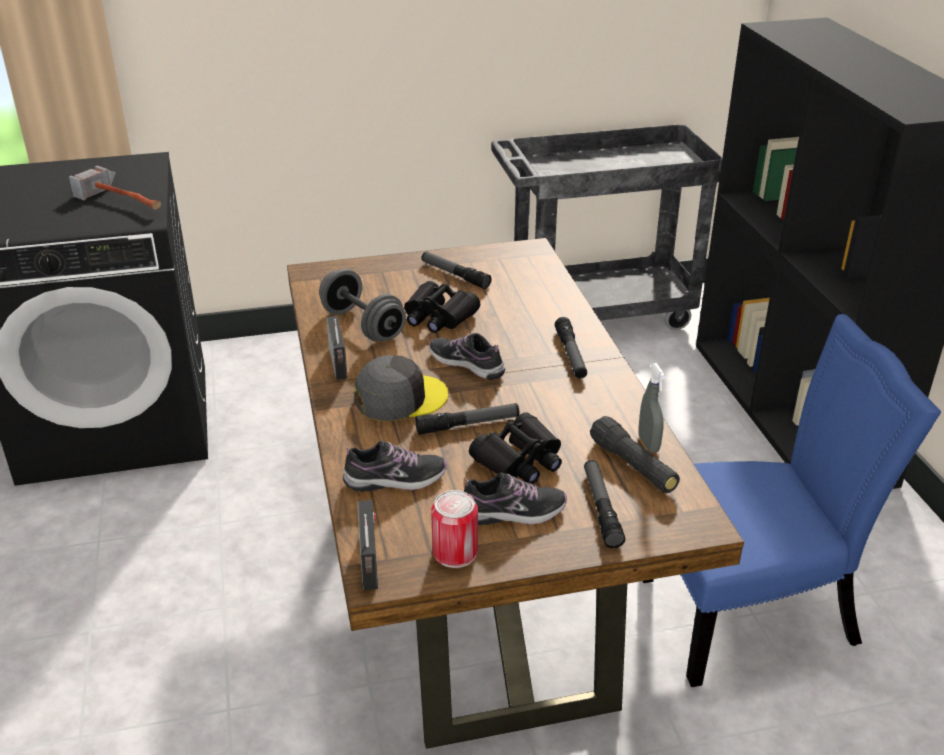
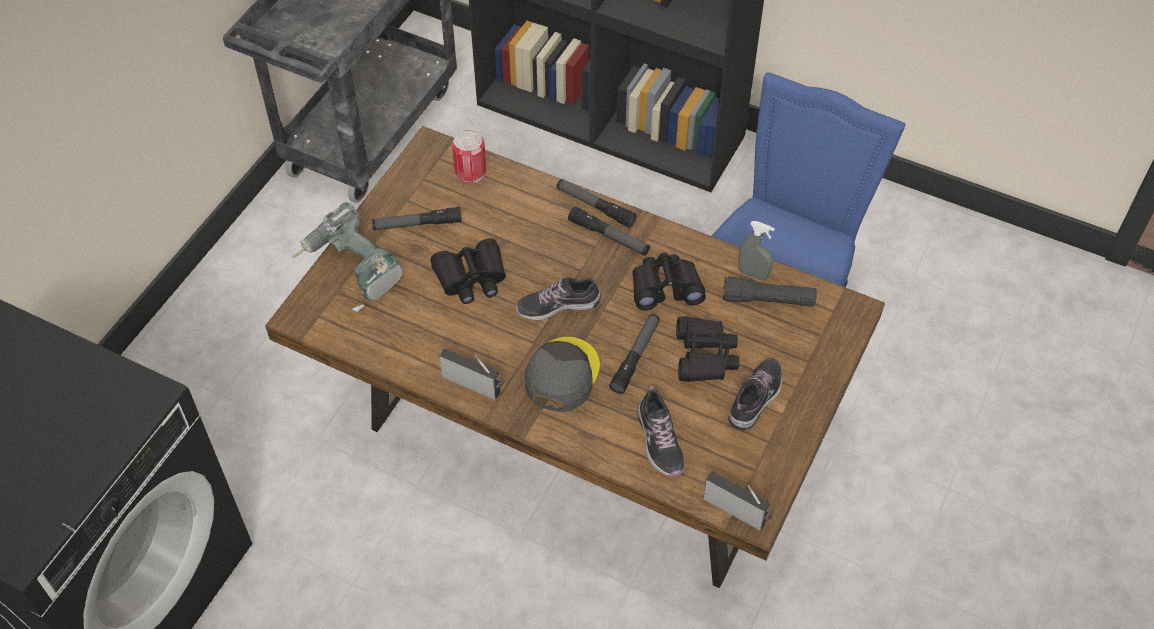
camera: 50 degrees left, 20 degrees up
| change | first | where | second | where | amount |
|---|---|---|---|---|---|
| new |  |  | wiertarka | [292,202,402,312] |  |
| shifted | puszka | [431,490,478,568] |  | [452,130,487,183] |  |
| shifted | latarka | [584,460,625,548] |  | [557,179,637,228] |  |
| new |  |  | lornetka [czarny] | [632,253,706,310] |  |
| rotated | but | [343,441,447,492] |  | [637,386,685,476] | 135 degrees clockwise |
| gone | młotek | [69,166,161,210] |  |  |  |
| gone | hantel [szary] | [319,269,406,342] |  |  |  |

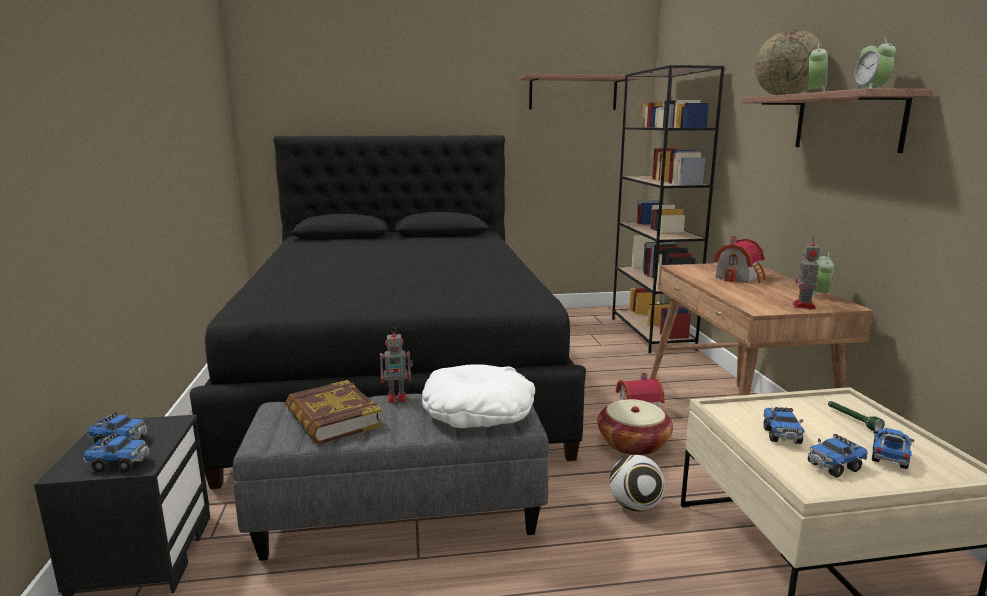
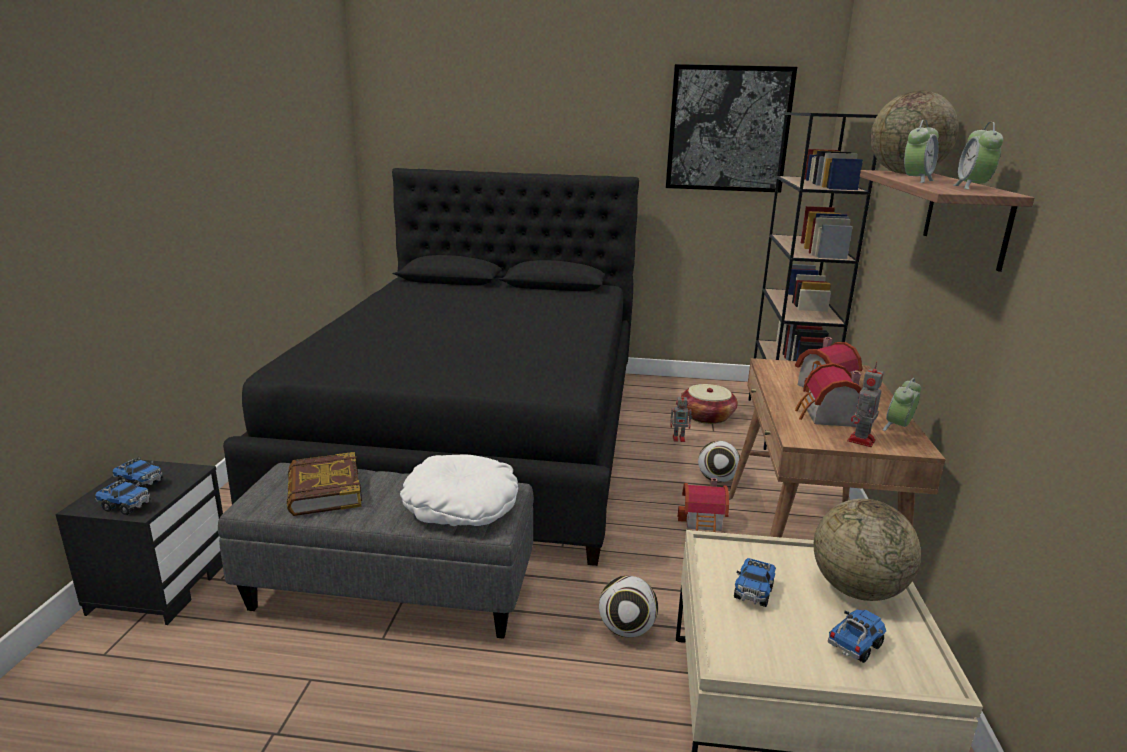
camera: 15 degrees right, 5 degrees up
| change | first | where | second | where | amount |
|---|---|---|---|---|---|
| swapped | półka | [518,74,641,110] | obraz | [666,64,797,193] |  |
| shifted | robot zabawkowy | [380,327,413,403] |  | [670,394,693,442] |  |
| shifted | koszyk | [597,399,673,456] |  | [681,384,738,424] |  |
| new |  |  | piłka futbolowa | [698,441,740,483] |  |
| new |  |  | domek | [795,363,862,427] |  |
| swapped | latarka [zielony] | [828,401,885,431] | globus | [814,499,921,601] |  |
| gone | ciężarówka zabawkowa | [808,434,868,477] |  |  |  |

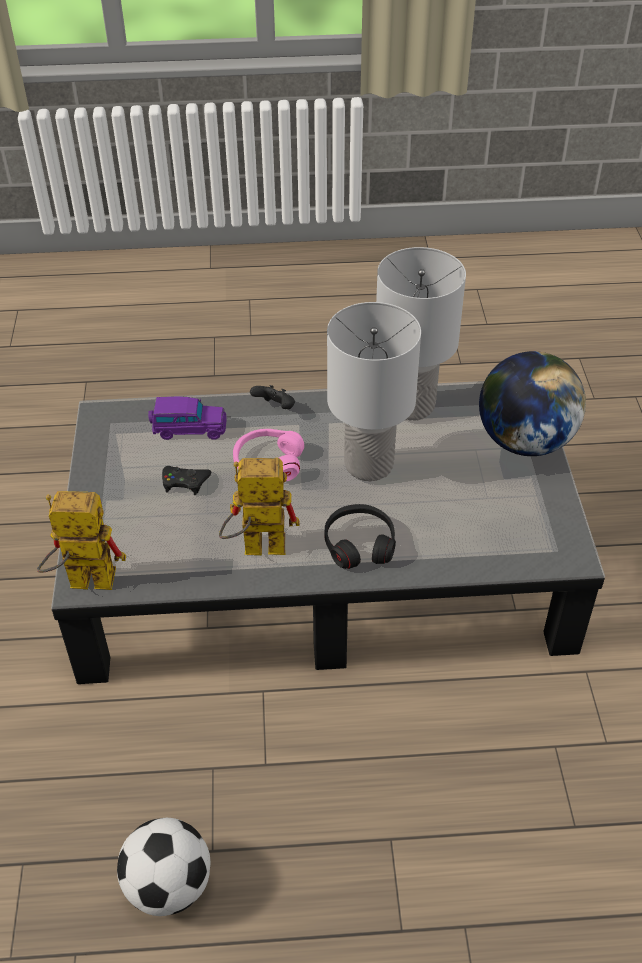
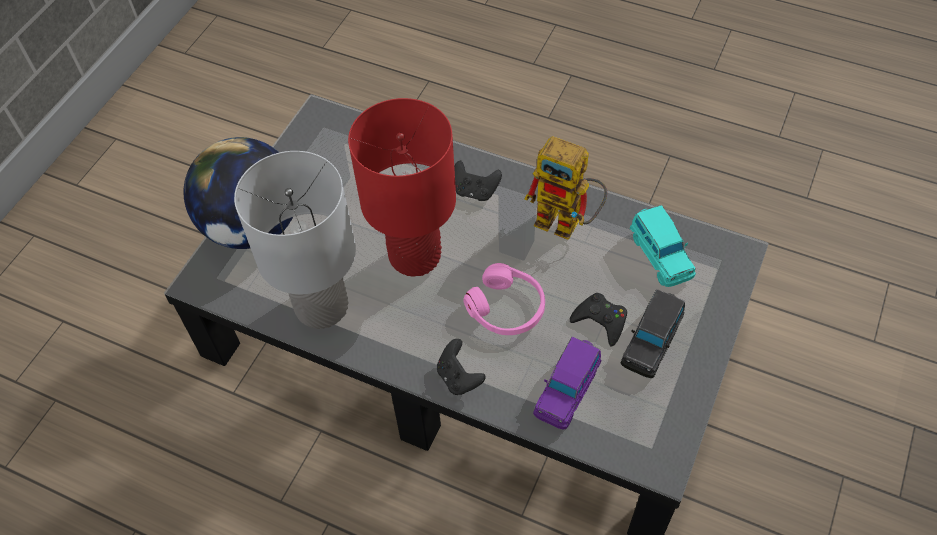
camera: 150 degrees left, 10 degrees up
| change | first | where | second | where | amount |
|---|---|---|---|---|---|
| repainted | lampa stołowa [szary] | [327,302,421,481] | lampa stołowa [czerwony] | [348,98,456,277] |  |
| swapped | słuchawki [czarny] | [325,504,396,569] | pad do gier [czarny] | [454,161,502,201] |  |
| rotated | samochodzik [fioletowy] | [148,396,227,440] |  | [533,337,601,429] | 90 degrees counterclockwise |
| new |  |  | samochodzik [czarny] | [621,289,685,378] |  |
| new |  |  | samochodzik [turkusowy] | [630,205,696,287] |  |
| gone | robot zabawkowy | [37,491,126,590] |  |  |  |
| gone | piłka futbolowa | [117,818,210,916] |  |  |  |

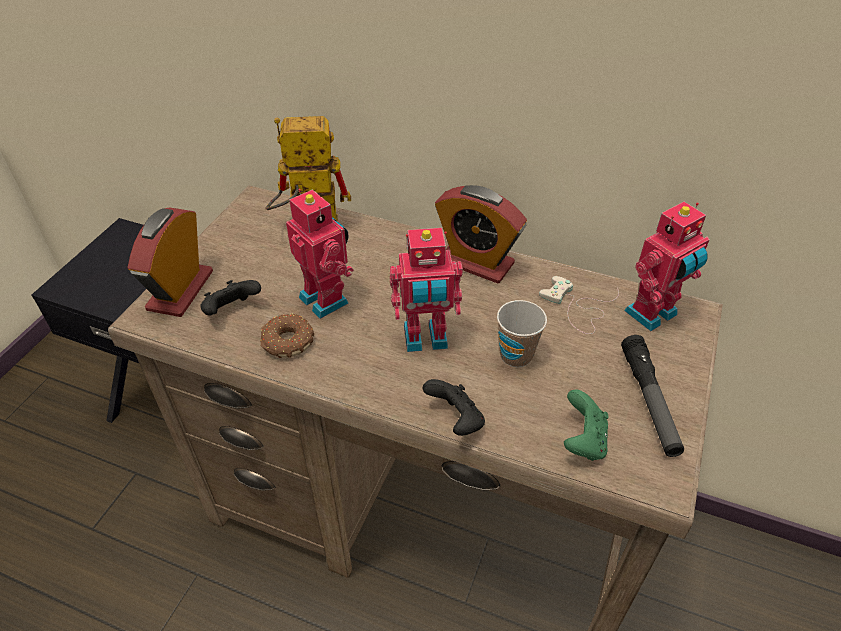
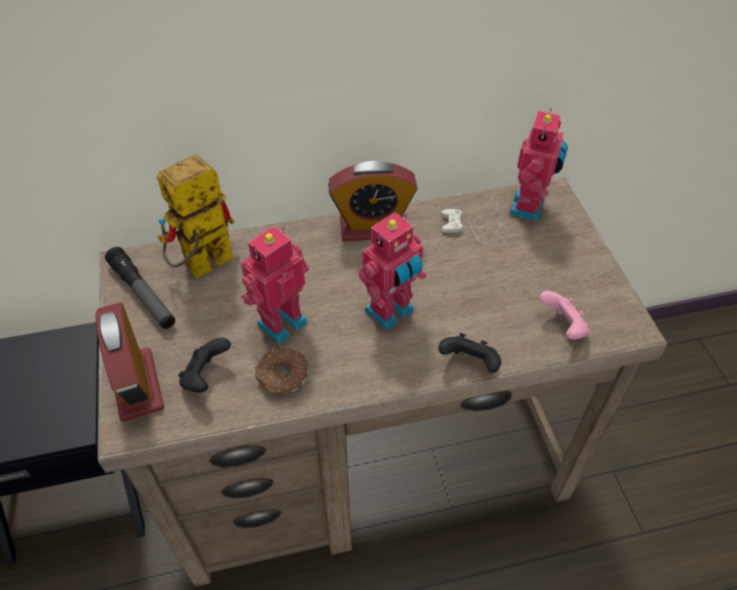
camera: 35 degrees left, 5 degrees up
| change | first | where | second | where | amount |
|---|---|---|---|---|---|
| shifted | latarka | [621,335,684,457] |  | [105,247,175,329] |  |
| rotated | robot zabawkowy | [286,189,354,319] |  | [240,226,309,344] | 60 degrees counterclockwise |
| repainted | pad do gier [zielony] | [564,389,609,461] | pad do gier [różowy] | [539,291,590,339] |  |
| gone | filiżanka | [497,300,547,367] |  |  |  |

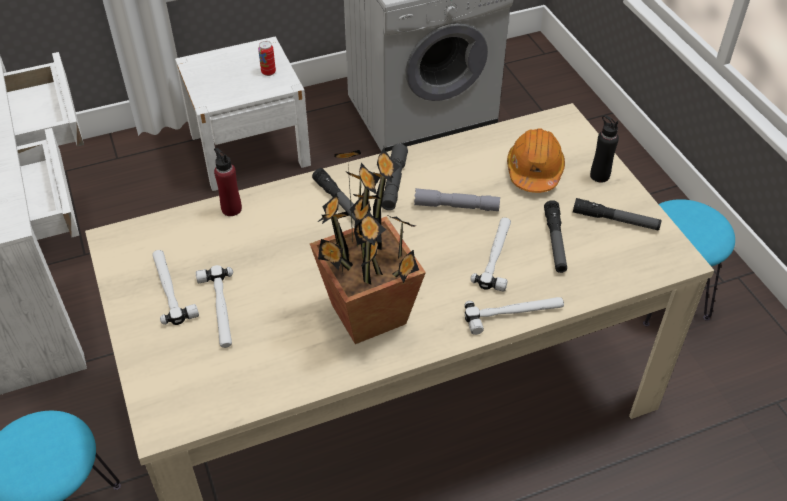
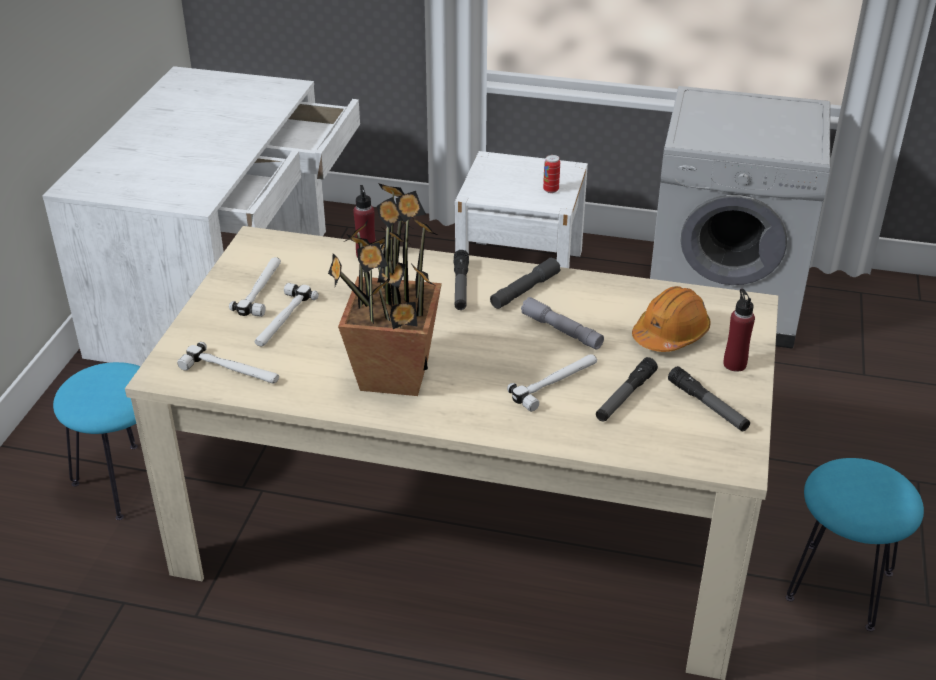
camera: 35 degrees right, 10 degrees down
| change | first | where | second | where | amount |
|---|---|---|---|---|---|
| shifted | młotek | [464,297,564,335] |  | [177,342,279,383] |  |
| repainted | butelka [czarny] | [590,115,619,183] | butelka [czerwony] | [723,289,755,372] |  |

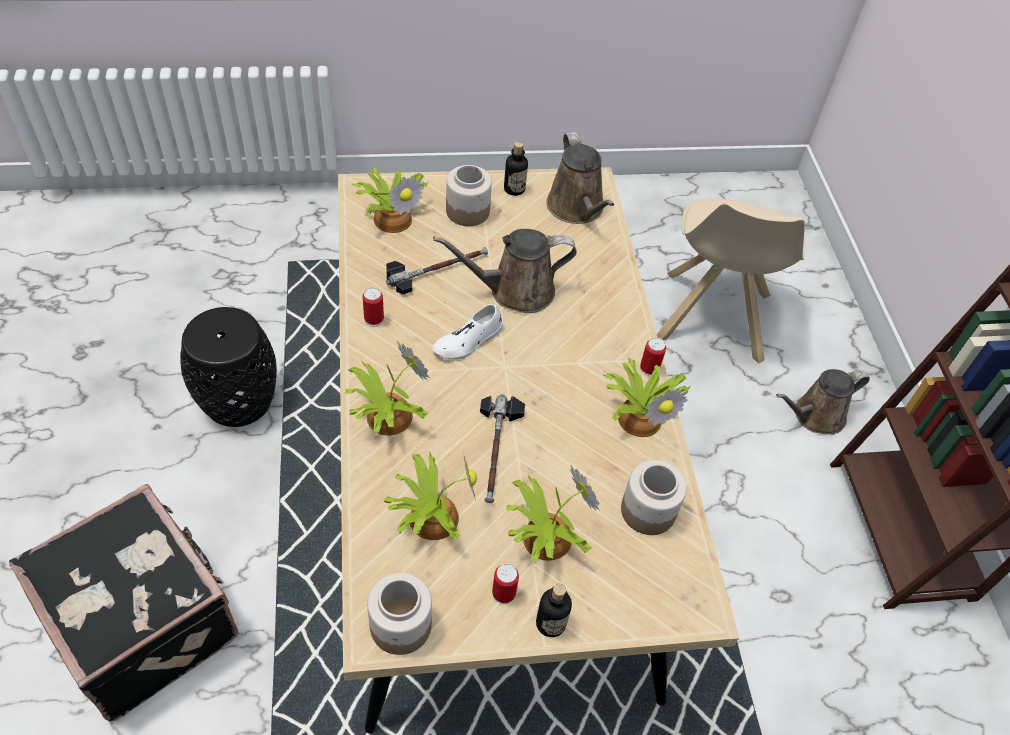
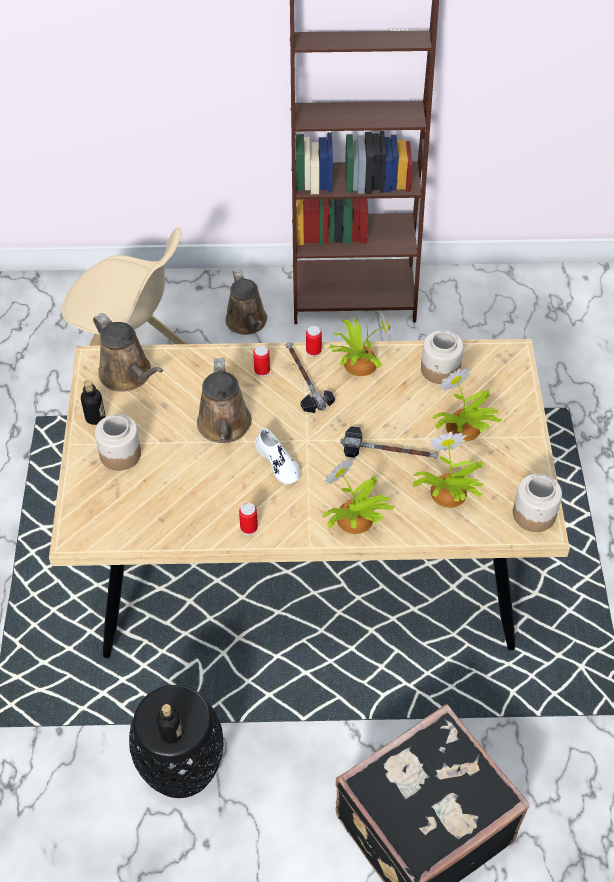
camera: 80 degrees left, 0 degrees up
| change | first | where | second | where | amount |
|---|---|---|---|---|---|
| rotated | konewka [brązowy] | [547,132,614,224] |  | [93,313,163,391] | 60 degrees clockwise |
| shifted | butelka | [536,584,572,637] |  | [157,704,182,744] |  |
| shifted | puszka | [492,563,519,604] |  | [253,346,270,377] |  |
| shifted | młotek | [386,247,488,294] |  | [285,342,335,413] |  |
| gone | roślina doniczkowa | [353,168,429,233] |  |  |  |

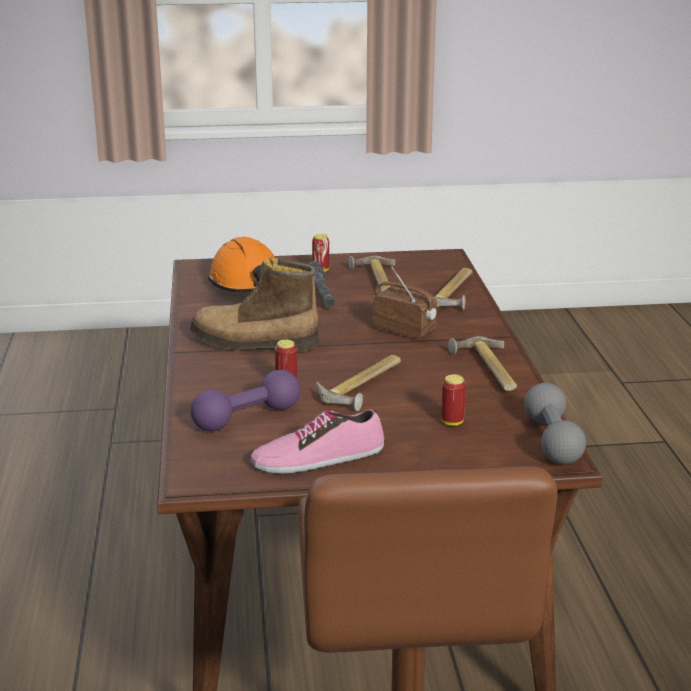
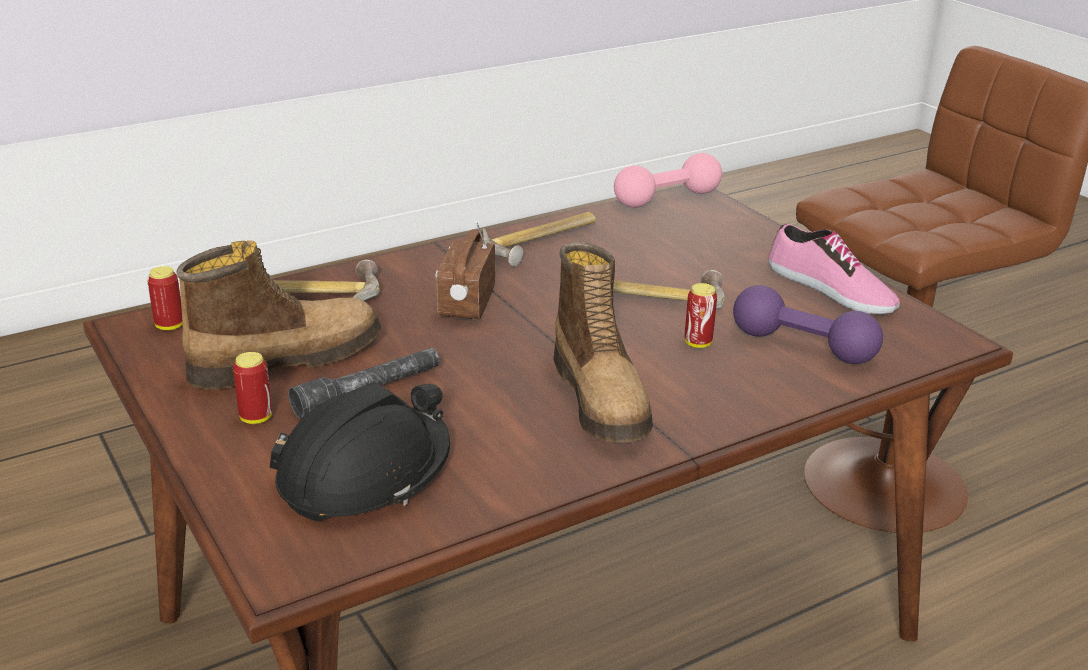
camera: 115 degrees left, 5 degrees up
| change | first | where | second | where | amount |
|---|---|---|---|---|---|
| shifted | puszka | [441,374,466,426] |  | [147,266,183,331] |  |
| swapped | młotek | [348,256,395,292] | but z cholewką | [176,240,381,389] |  |
| repainted | kask [pomarańczowy] | [208,237,275,292] | kask [czarny] | [269,383,450,522] |  |
| repainted | hantel [szary] | [524,383,586,464] | hantel [różowy] | [614,153,722,208] |  |

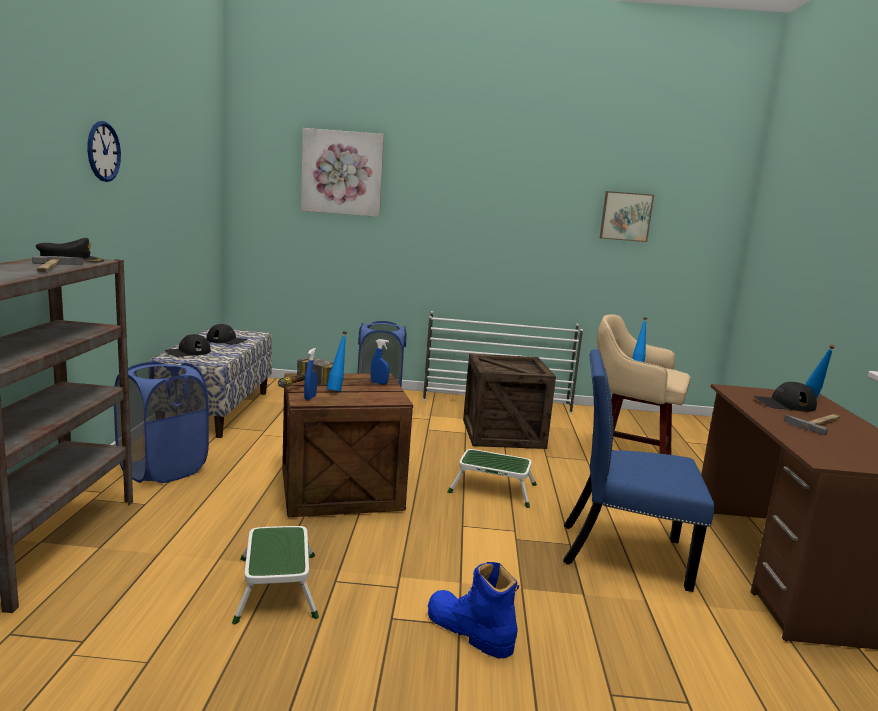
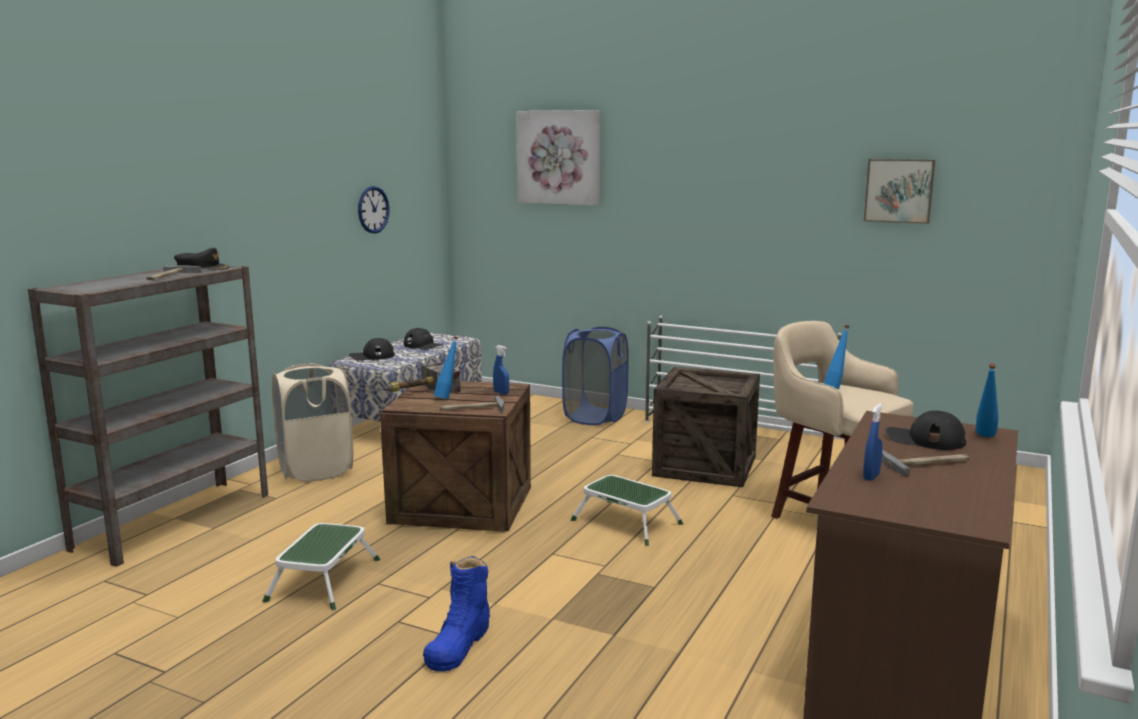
camera: 25 degrees right, 0 degrees up
| change | first | where | second | where | amount |
|---|---|---|---|---|---|
| repainted | kosz na pranie [niebieski] | [114,361,209,483] | kosz na pranie [beżowy] | [272,363,353,482] |  |
| shifted | zegar ścienny | [87,121,121,182] |  | [358,186,389,234] |  |
| rotated | but z cholewką [niebieski] | [428,562,519,658] |  | [423,556,490,671] | 135 degrees counterclockwise |
| new |  |  | młotek | [440,396,504,413] |  |
| shifted | spryskiwacz [niebieski] | [304,348,317,400] |  | [863,403,883,480] |  |
| gone | krzesło [niebieski] | [563,349,715,592] |  |  |  |

